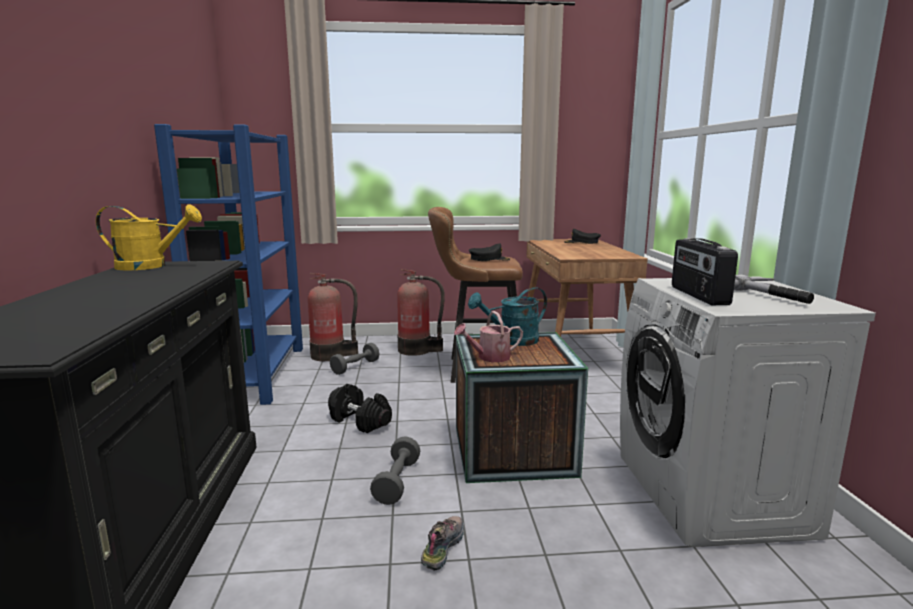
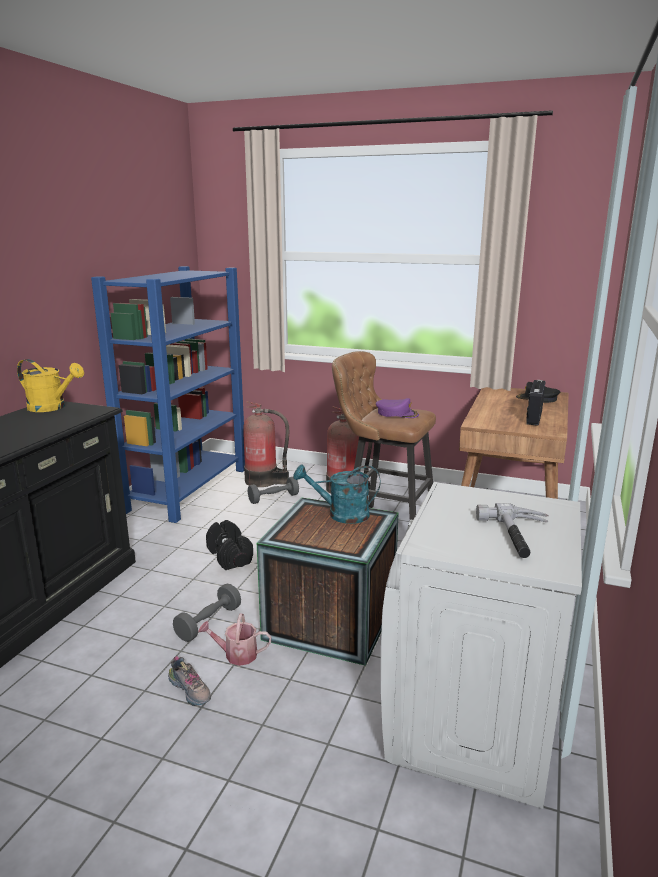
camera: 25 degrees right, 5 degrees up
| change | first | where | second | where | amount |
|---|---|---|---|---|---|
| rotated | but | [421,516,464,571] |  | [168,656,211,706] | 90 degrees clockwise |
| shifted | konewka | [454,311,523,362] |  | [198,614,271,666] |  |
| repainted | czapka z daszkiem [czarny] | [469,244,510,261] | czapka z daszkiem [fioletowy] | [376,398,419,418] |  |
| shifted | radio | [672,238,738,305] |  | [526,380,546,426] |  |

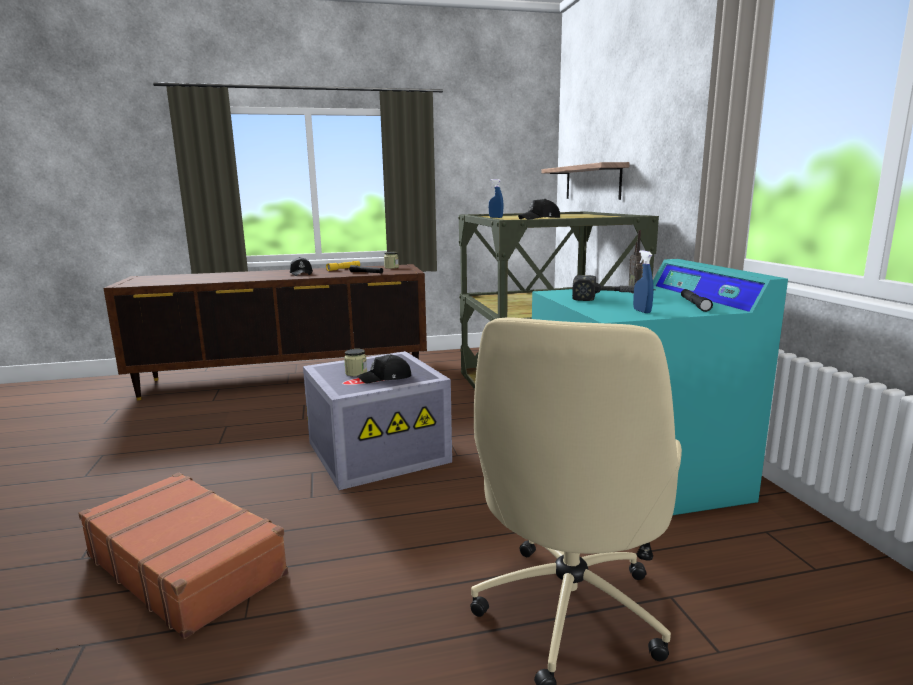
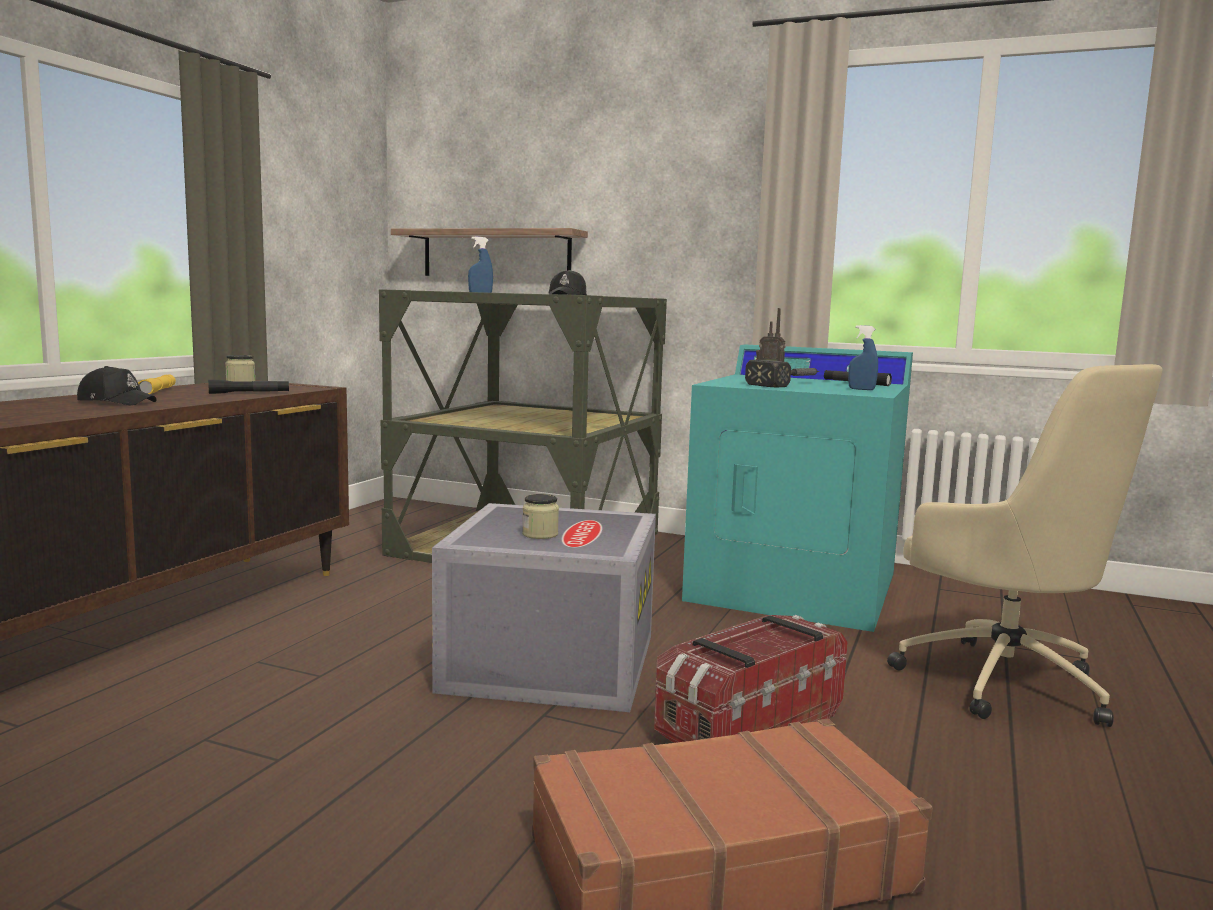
camera: 55 degrees left, 5 degrees down
| change | first | where | second | where | amount |
|---|---|---|---|---|---|
| new |  |  | pojemnik do przechowywania | [654,615,848,743] |  |
| gone | czapka z daszkiem [czarny] | [357,354,411,384] |  |  |  |

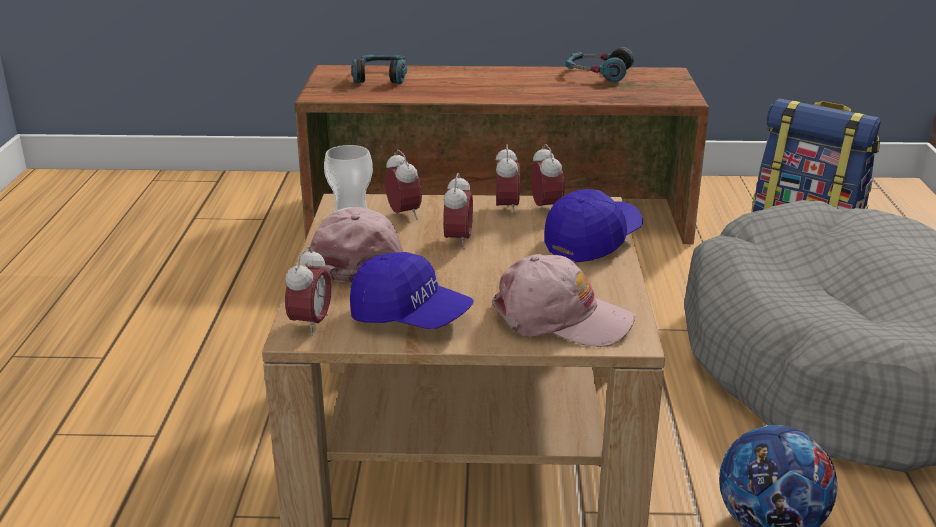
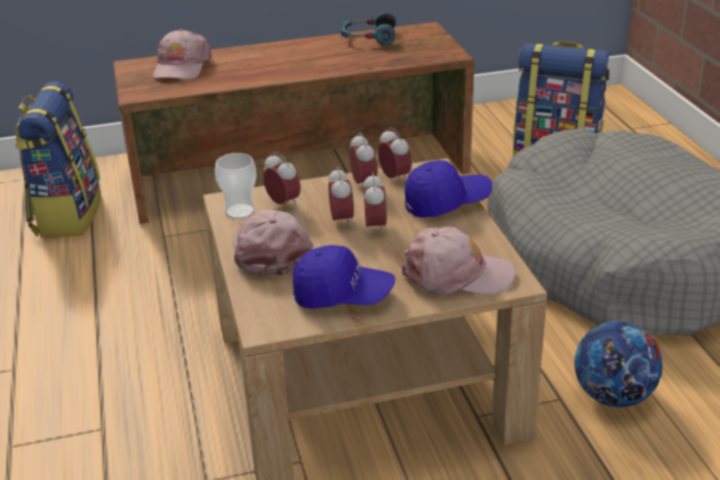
camera: 15 degrees left, 5 degrees up
| change | first | where | second | where | amount |
|---|---|---|---|---|---|
| new |  |  | plecak | [15,82,101,237] |  |
| swapped | słuchawki | [351,54,407,84] | czapka z daszkiem [różowy] | [153,29,211,80] |  |
| shifted | budzik | [285,246,331,336] |  | [363,172,387,235] |  |
| rotated | czapka z daszkiem [niebieski] | [544,189,643,262] |  | [405,160,492,218] | 45 degrees clockwise |

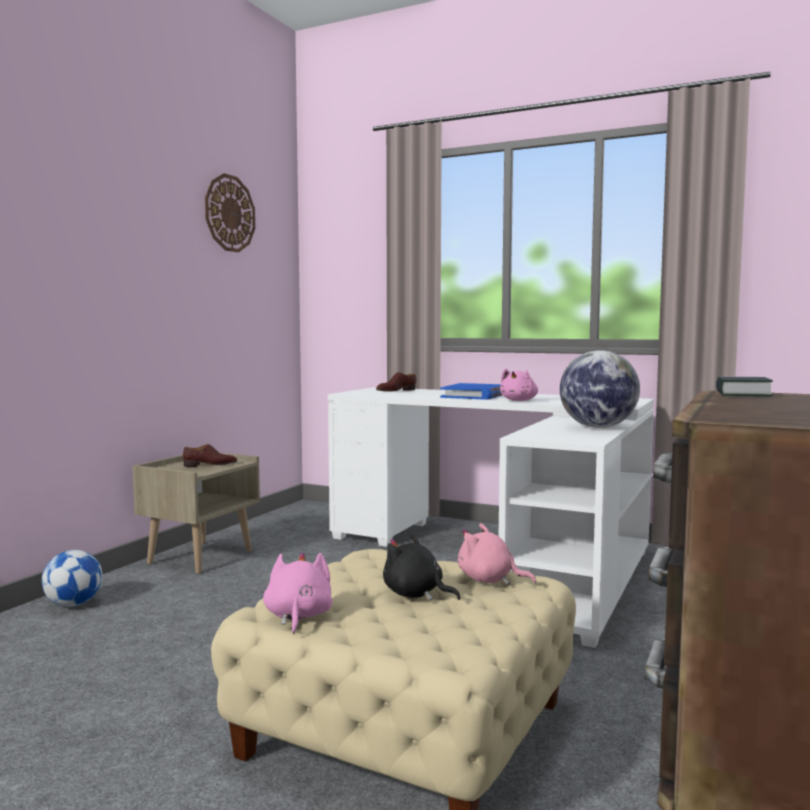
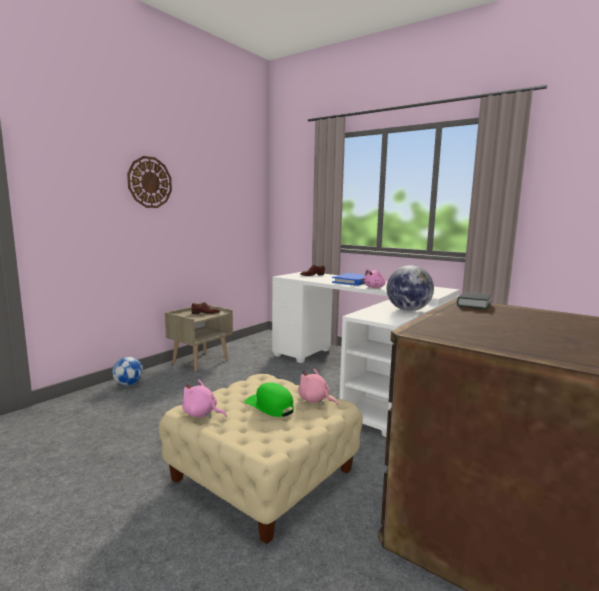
camera: 10 degrees right, 5 degrees up
| change | first | where | second | where | amount |
|---|---|---|---|---|---|
| shifted | zegar ścienny | [205,173,255,252] |  | [127,156,172,208] |  |
| rotated | pluszak [różowy] | [263,552,332,634] |  | [182,379,227,418] | 75 degrees counterclockwise |
| swapped | pluszak [czarny] | [383,533,461,600] | czapka z daszkiem [zielony] | [244,382,294,417] |  |

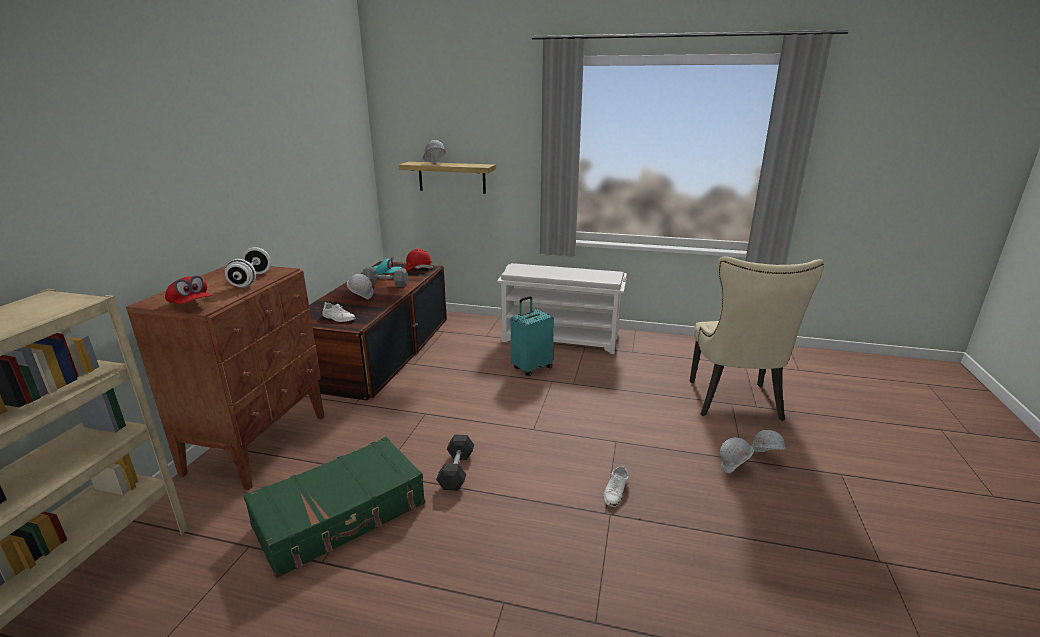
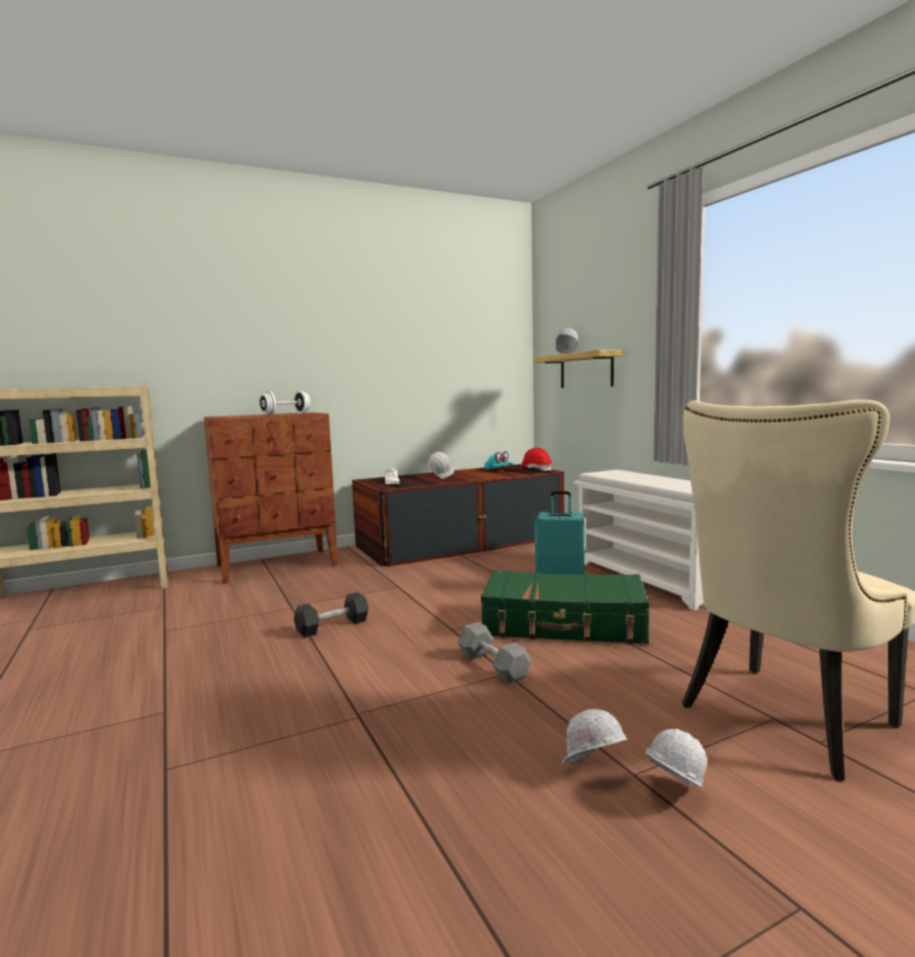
camera: 50 degrees right, 15 degrees down
| change | first | where | second | where | amount |
|---|---|---|---|---|---|
| shifted | hantel [szary] | [362,267,408,287] |  | [457,622,532,684] |  |
| shifted | walizka [zielony] | [243,437,425,578] |  | [481,570,650,644] |  |
| gone | czapka z daszkiem [czerwony] | [165,275,212,304] |  |  |  |
| gone | but [biały] | [603,465,629,507] |  |  |  |

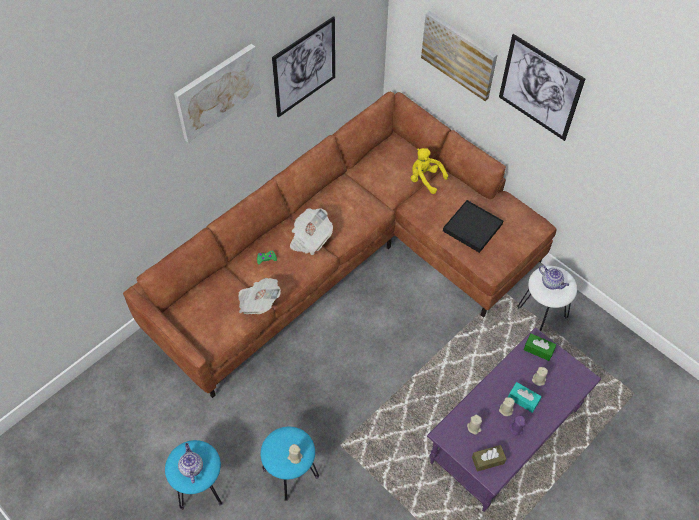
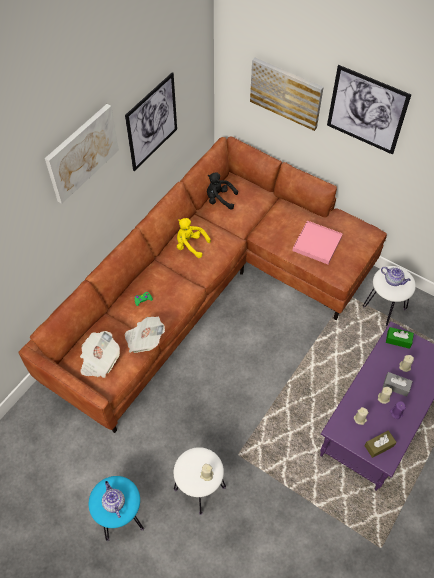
camera: 10 degrees left, 0 degrees up
| change | first | where | second | where | amount |
|---|---|---|---|---|---|
| shifted | gazeta | [290,208,333,255] |  | [80,331,120,378] |  |
| repainted | stołek [turkusowy] | [261,427,319,501] | stołek [biały] | [174,447,226,515] |  |
| shifted | pluszak [żółty] | [411,148,448,194] |  | [177,218,211,258] |  |
| new |  |  | pluszak [czarny] | [207,172,238,210] |  |
| repainted | taca [czarny] | [443,200,503,253] | taca [różowy] | [292,221,343,264] |  |
| repainted | pudełko chusteczek [turkusowy] | [508,382,542,413] | pudełko chusteczek [szary] | [382,372,413,397] |  |

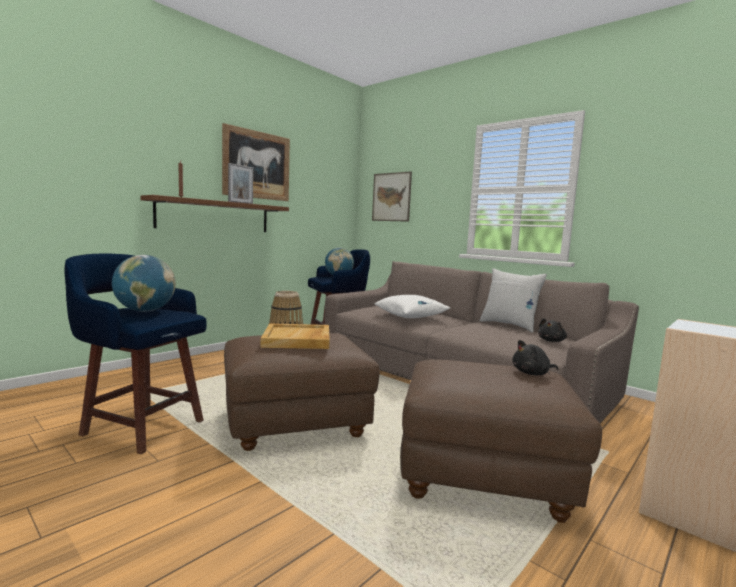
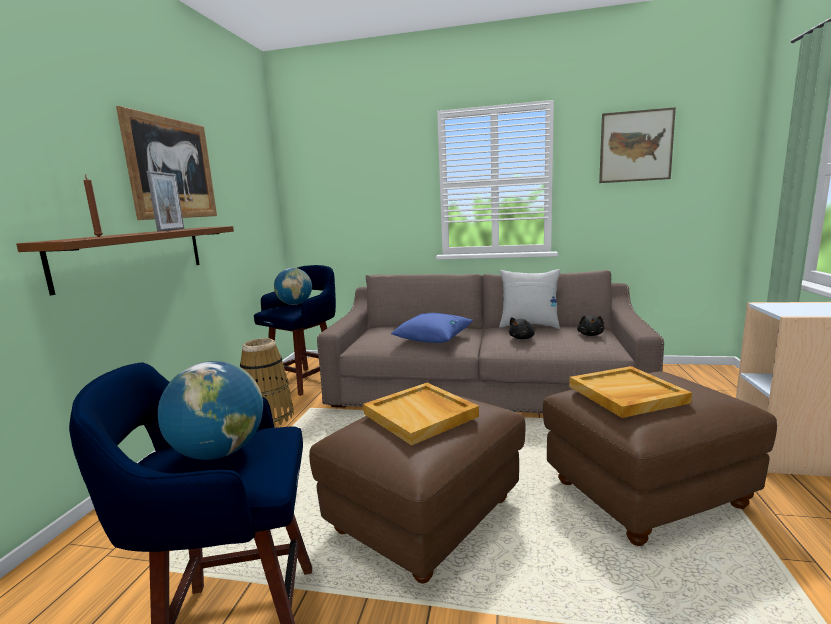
camera: 30 degrees left, 5 degrees up
| change | first | where | second | where | amount |
|---|---|---|---|---|---|
| repainted | poduszka [biały] | [375,295,450,318] | poduszka [niebieski] | [391,313,473,343] |  |
| shifted | pluszak [czarny] | [512,340,558,375] |  | [509,317,535,339] |  |
| new |  |  | taca [beżowy] | [569,366,692,418] |  |
| shifted | obraz | [372,171,412,222] |  | [599,107,676,183] |  |

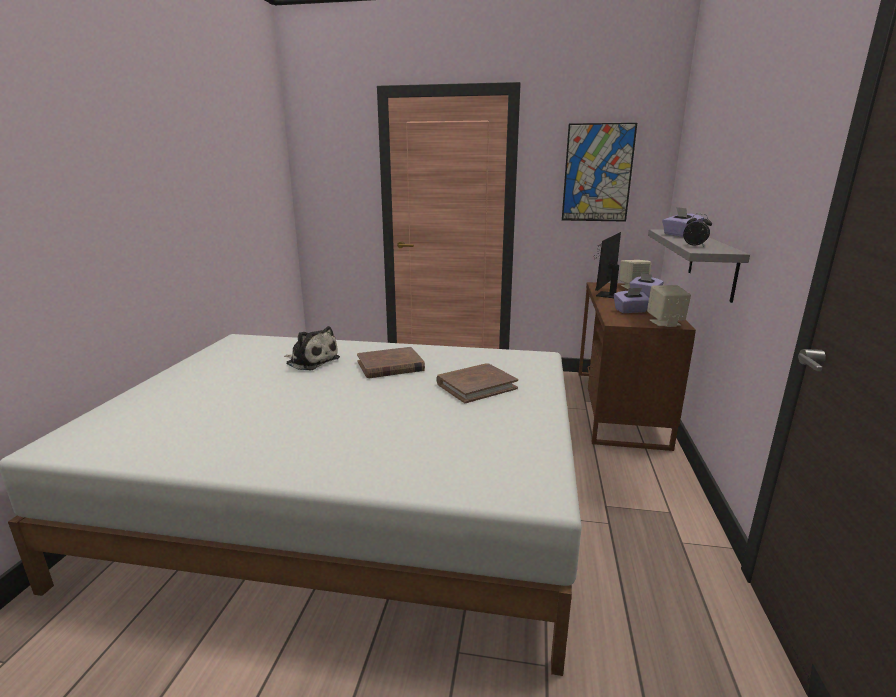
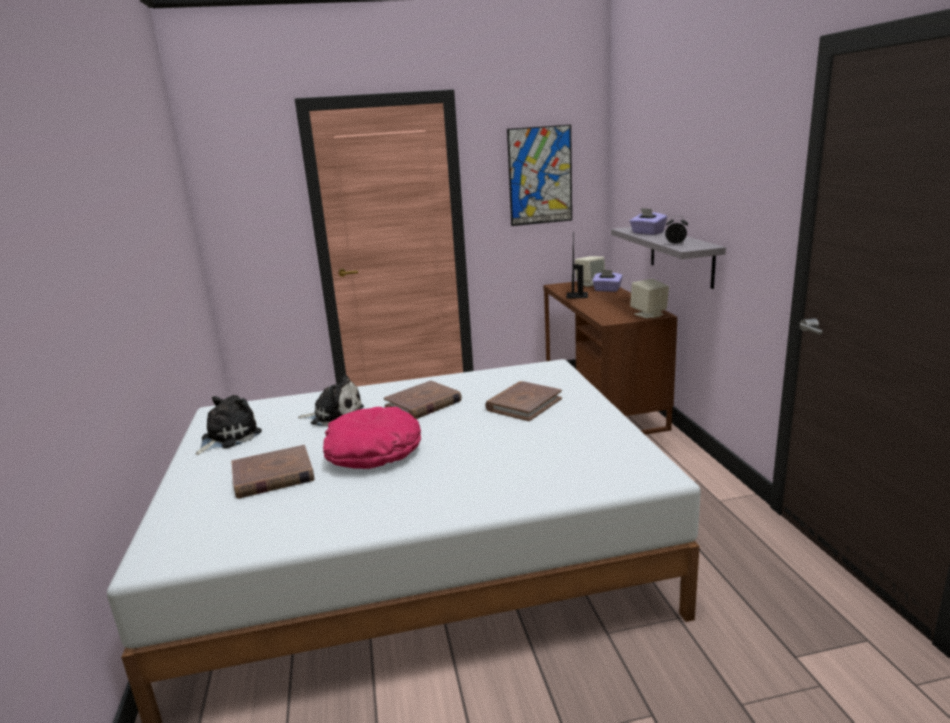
camera: 20 degrees left, 0 degrees up
| change | first | where | second | where | amount |
|---|---|---|---|---|---|
| new |  |  | pluszak | [196,395,262,455] |  |
| new |  |  | książka [brązowy] | [231,445,315,498] |  |
| new |  |  | poduszka [różowy] | [323,407,421,469] |  |
| gone | pudełko chusteczek [fioletowy] | [614,288,649,313] |  |  |  |

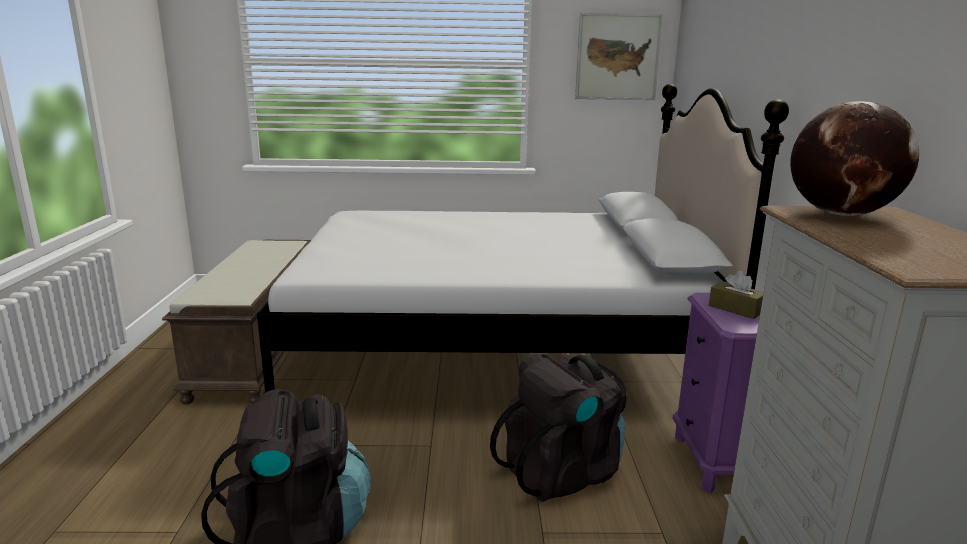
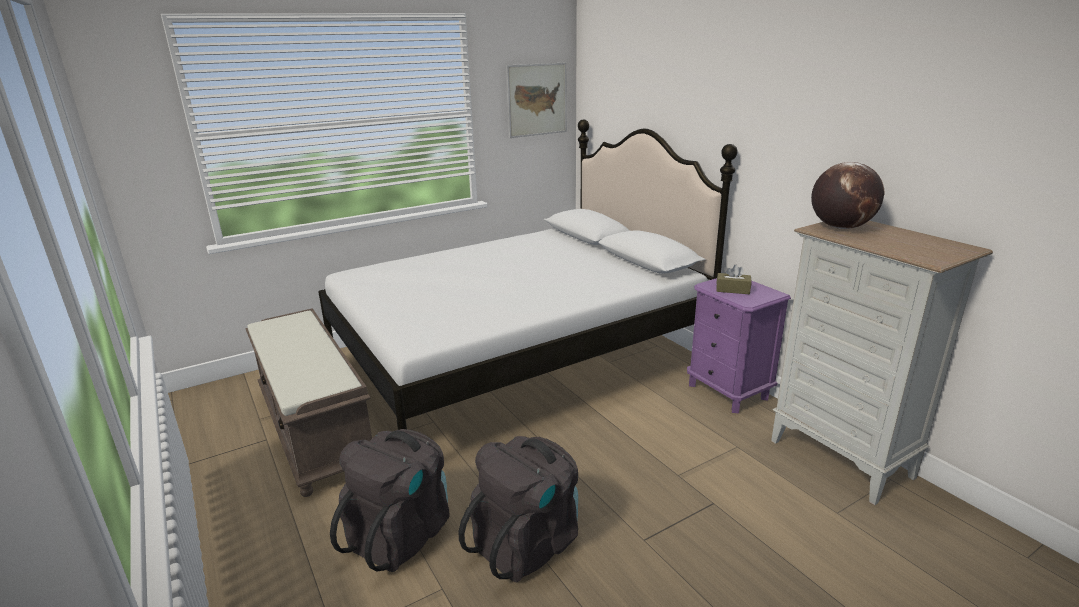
camera: 30 degrees left, 5 degrees up
| change | first | where | second | where | amount |
|---|---|---|---|---|---|
| shifted | plecak [czarny] | [490,354,627,502] |  | [330,429,450,572] |  |

